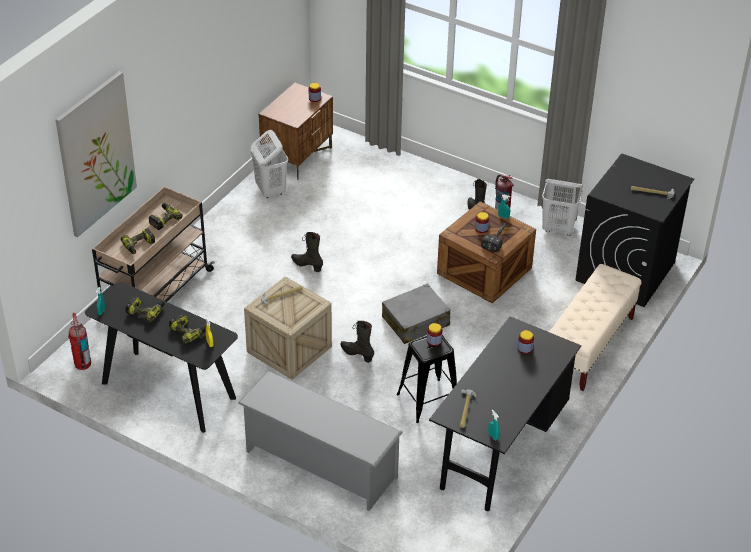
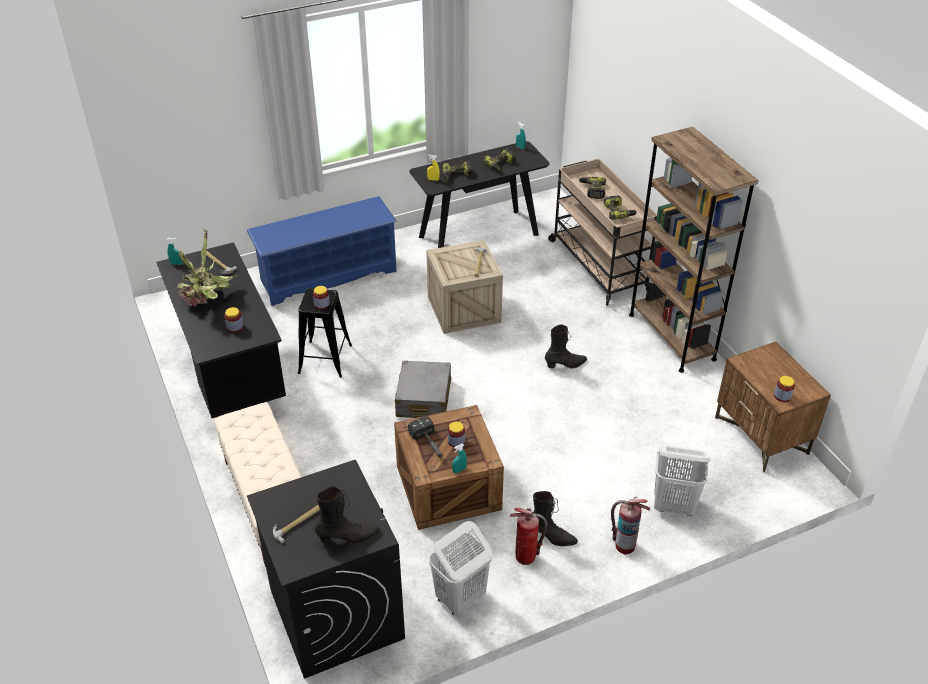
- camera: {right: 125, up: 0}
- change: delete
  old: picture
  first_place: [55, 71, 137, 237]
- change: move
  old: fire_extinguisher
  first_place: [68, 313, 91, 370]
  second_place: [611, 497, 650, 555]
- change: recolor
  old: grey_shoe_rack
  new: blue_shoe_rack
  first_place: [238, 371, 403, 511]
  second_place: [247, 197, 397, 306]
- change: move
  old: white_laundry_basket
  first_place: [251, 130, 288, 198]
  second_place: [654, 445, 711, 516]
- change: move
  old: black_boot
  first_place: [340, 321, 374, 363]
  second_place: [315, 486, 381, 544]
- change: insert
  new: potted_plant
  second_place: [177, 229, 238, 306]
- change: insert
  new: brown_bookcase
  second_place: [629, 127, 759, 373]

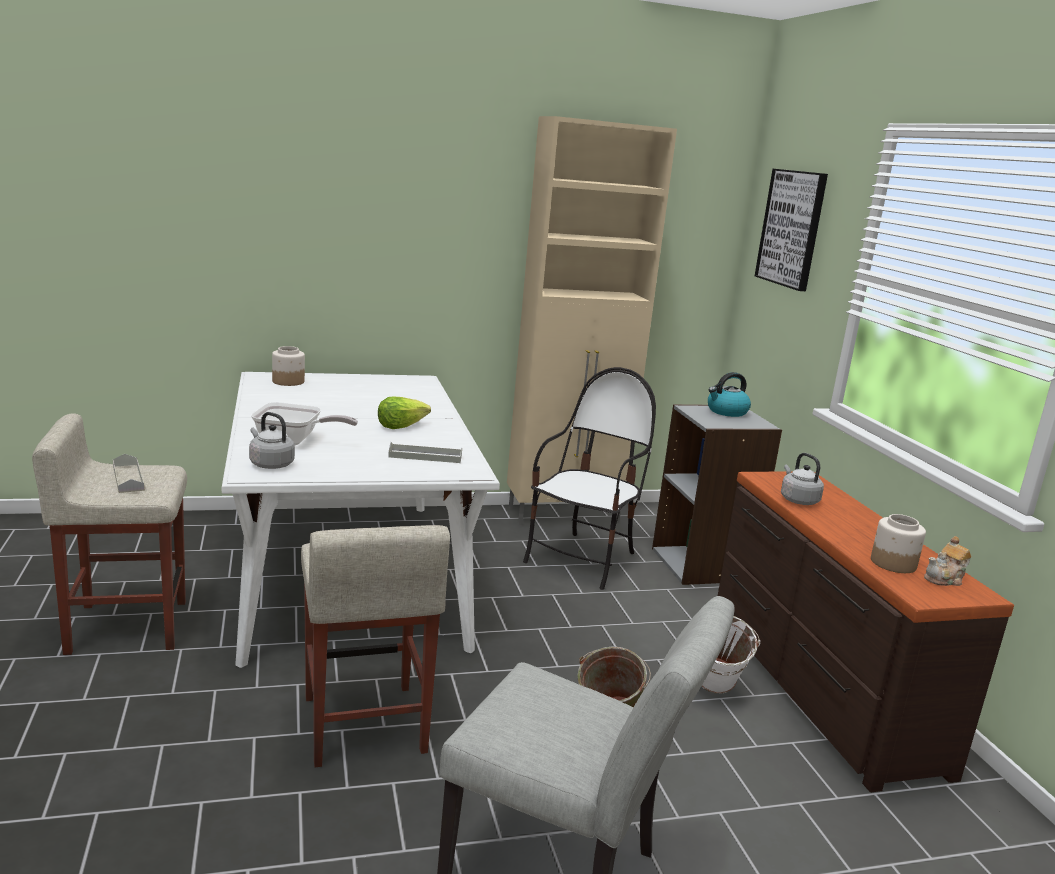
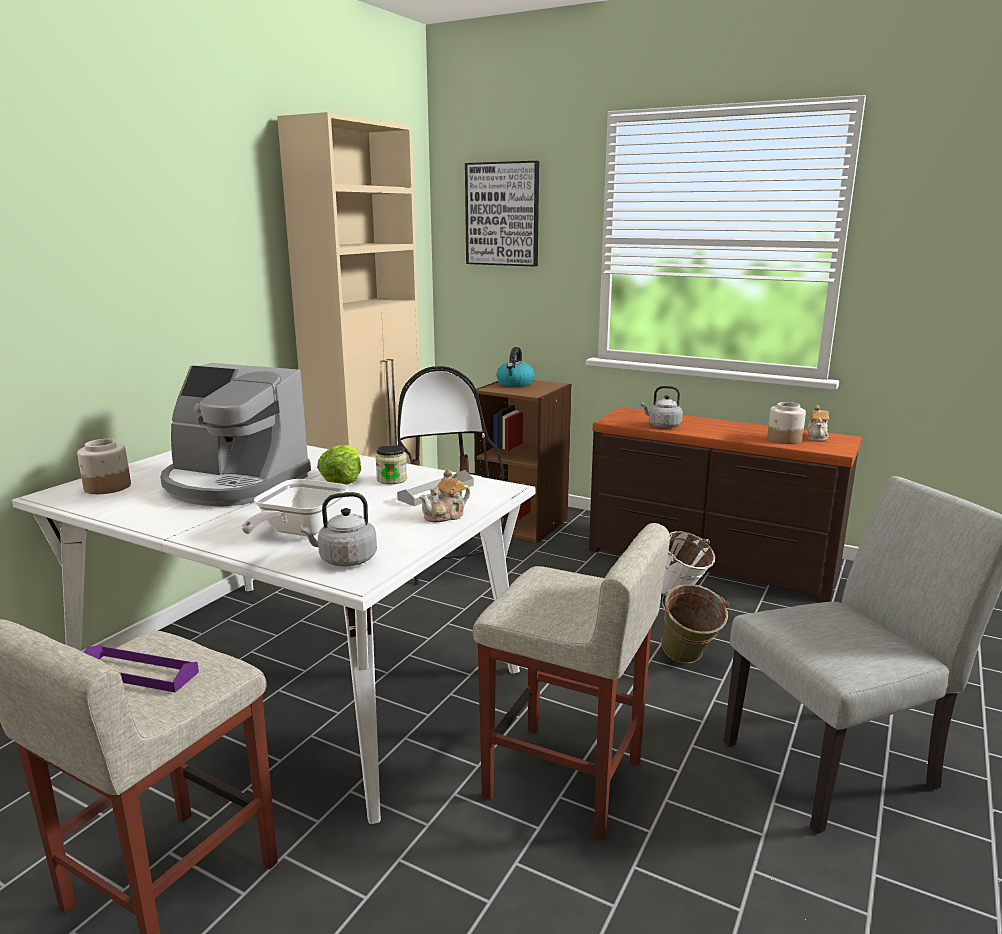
- camera: {right: -45, up: 0}
- change: recolor
  old: grey_tray
  new: purple_tray
  first_place: [113, 454, 145, 493]
  second_place: [83, 645, 199, 693]
- change: rotate
  old: frying_pan
  first_place: [251, 402, 358, 445]
  second_place: [241, 479, 348, 536]
  degrees: 150
- change: recolor
  old: grey_bookcase
  new: brown_bookcase
  first_place: [652, 404, 782, 585]
  second_place: [474, 380, 572, 543]
- change: insert
  new: coffee_machine
  second_place: [160, 363, 311, 507]
- change: insert
  new: jar
  second_place: [375, 445, 407, 485]
- change: insert
  new: teapot
  second_place: [419, 469, 470, 523]

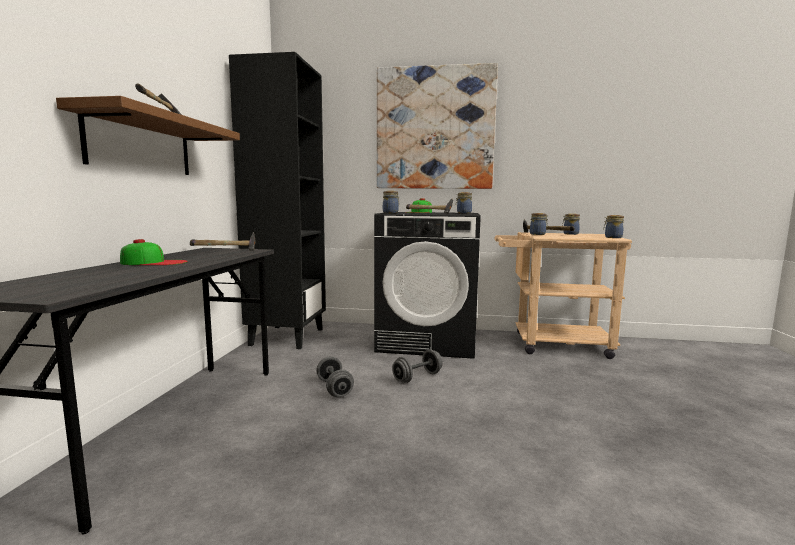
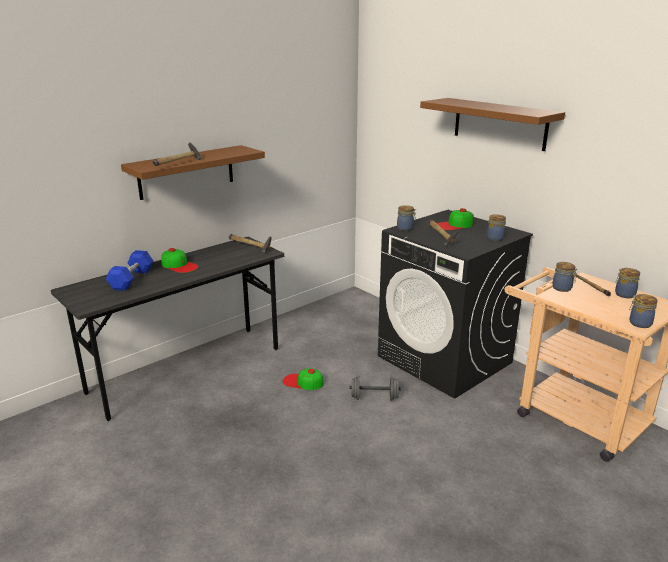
- camera: {right: 40, up: 15}
- change: delete
  old: black_bookcase
  first_place: [229, 52, 326, 349]
- change: replace
  old: grey_dumbbell
  new: cap
  first_place: [316, 356, 354, 397]
  second_place: [283, 368, 324, 390]
- change: replace
  old: picture
  new: brown_shelf
  first_place: [377, 63, 498, 189]
  second_place: [420, 98, 565, 151]
- change: insert
  new: blue_dumbbell
  second_place: [106, 250, 154, 291]

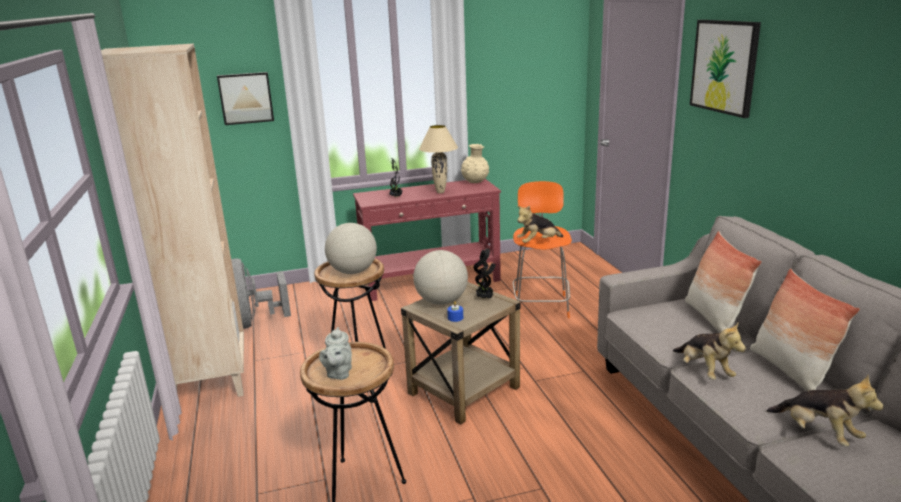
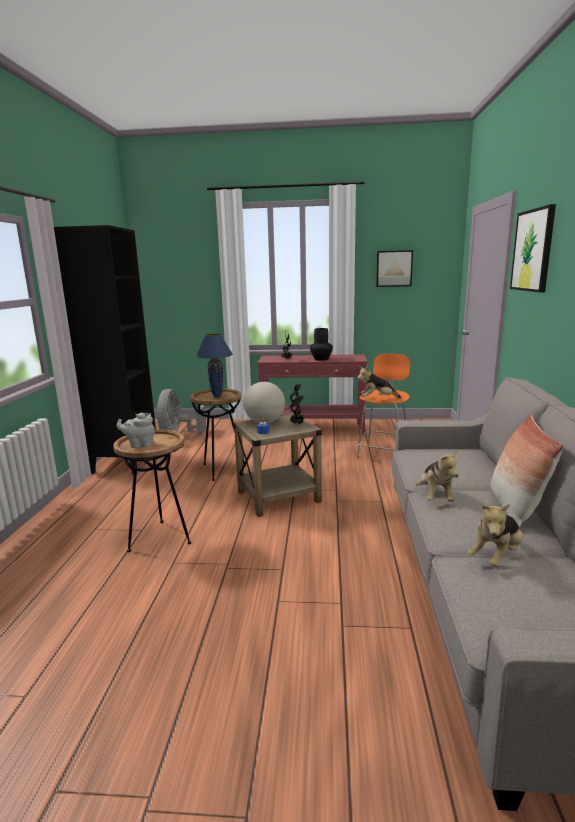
- camera: {right: 20, up: -5}
- change: recolor
  old: beige_bookcase
  new: black_bookcase
  first_place: [101, 44, 244, 397]
  second_place: [54, 225, 156, 475]
- change: move
  old: picture
  first_place: [217, 72, 274, 125]
  second_place: [376, 250, 413, 287]
- change: rotate
  old: grey_teapot
  first_place: [319, 327, 352, 380]
  second_place: [117, 413, 155, 448]
  degrees: 60
- change: replace
  old: globe
  new: blue_table_lamp
  first_place: [325, 223, 377, 274]
  second_place: [196, 334, 233, 398]
- change: replace
  old: beige_table_lamp
  new: black_vase
  first_place: [419, 125, 458, 193]
  second_place: [310, 328, 333, 361]
- change: delete
  old: beige_vase
  first_place: [461, 144, 489, 183]
- change: delete
  old: pillow
  first_place: [685, 231, 762, 333]
- change: rotate
  old: plush_toy
  first_place: [766, 375, 884, 447]
  second_place: [467, 504, 523, 567]
  degrees: 60

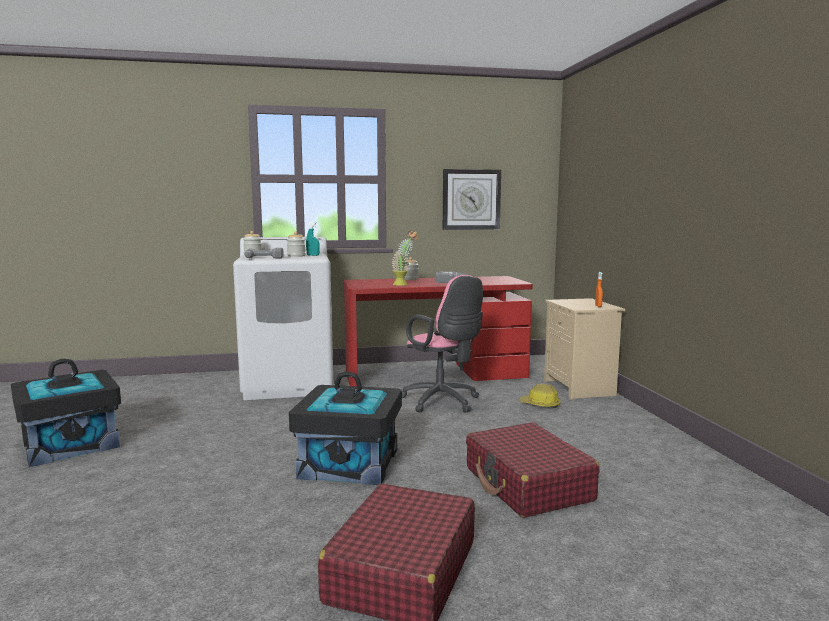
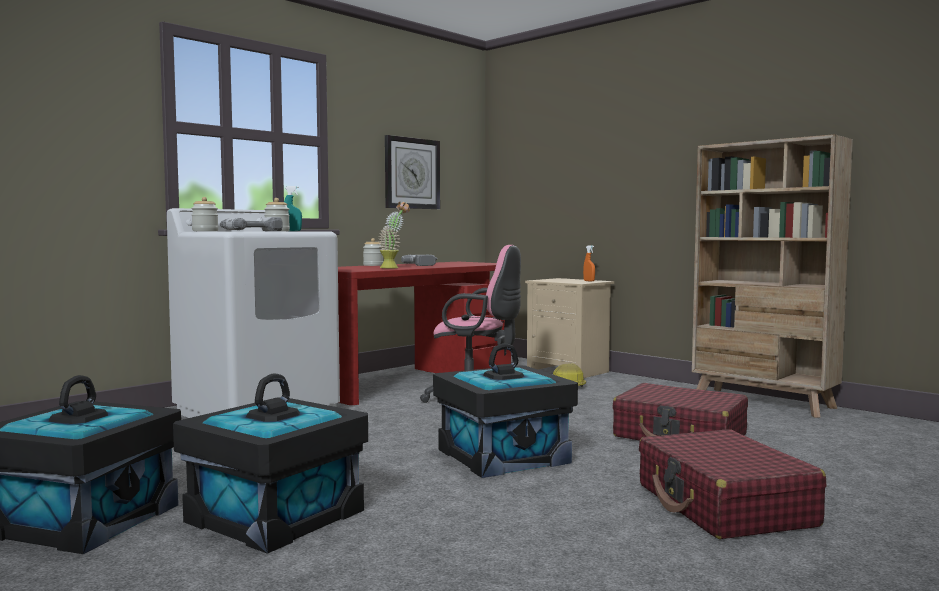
- camera: {right: -35, up: -5}
- change: insert
  new: black_storage_box
  second_place: [173, 373, 368, 554]
- change: insert
  new: beige_bookcase
  second_place: [692, 134, 853, 418]

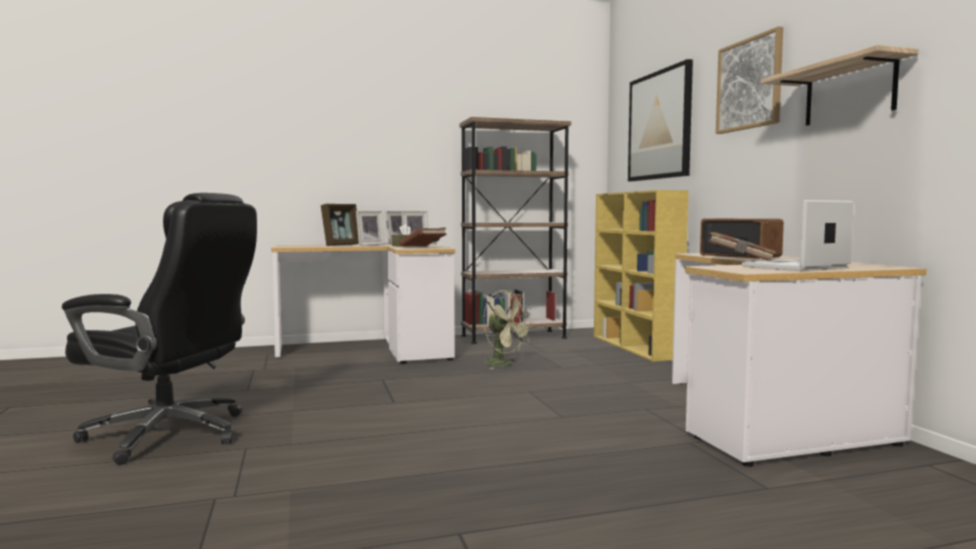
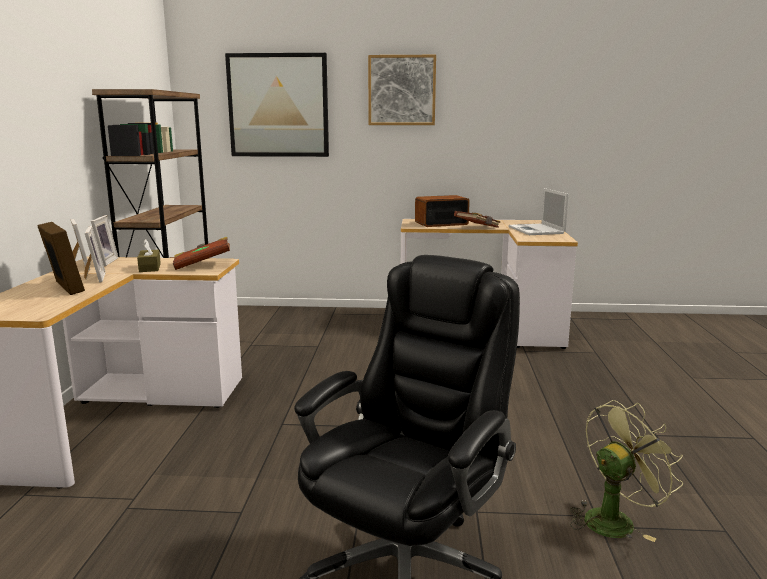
- camera: {right: -70, up: 10}
- change: move
  old: green_fan
  first_place: [484, 290, 533, 369]
  second_place: [570, 400, 683, 542]
- change: delete
  old: yellow_bookcase
  first_place: [594, 190, 689, 361]
- change: delete
  old: shelf
  first_place: [761, 45, 919, 126]

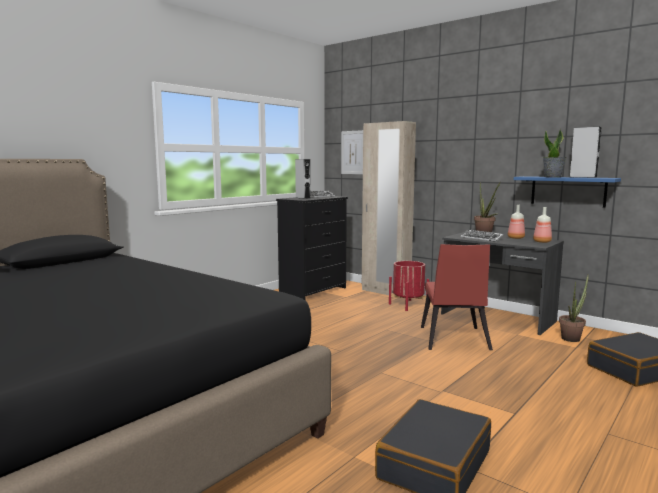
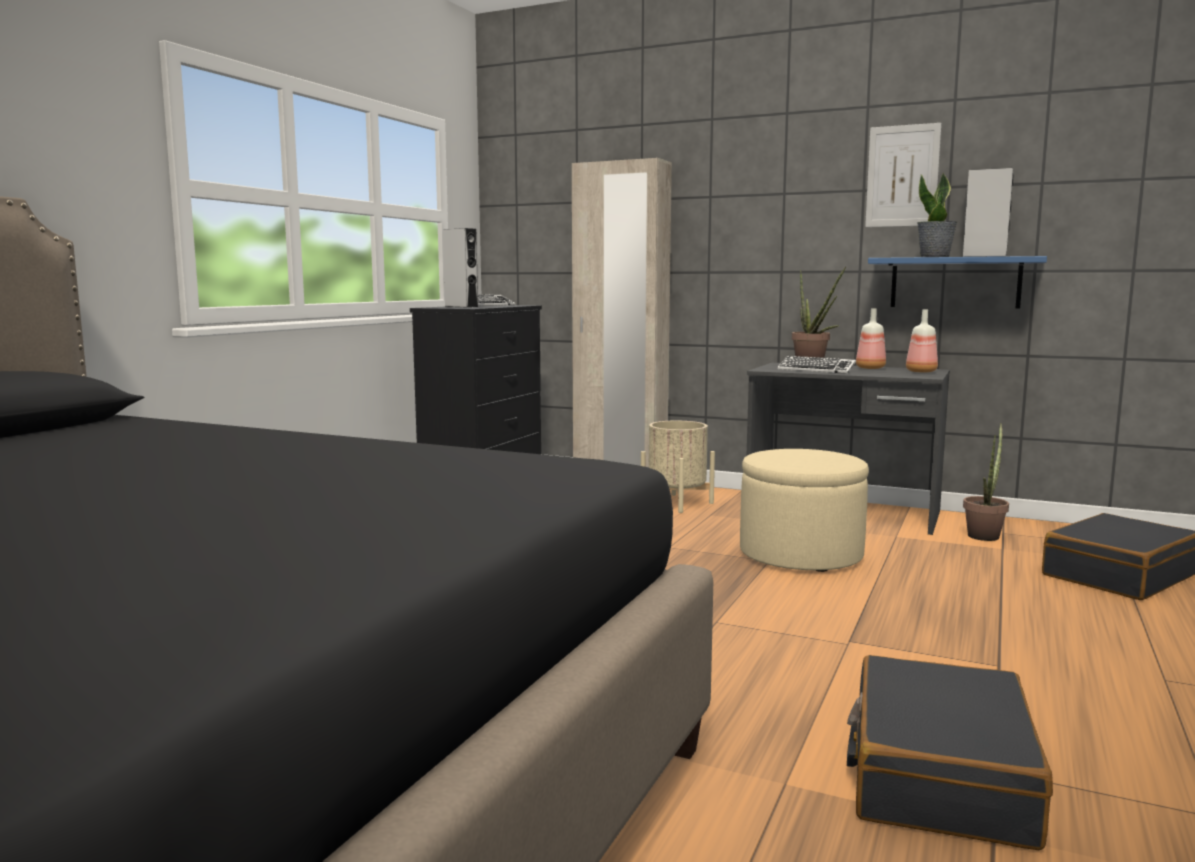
- camera: {right: -15, up: 0}
- change: move
  old: picture
  first_place: [341, 130, 363, 174]
  second_place: [865, 123, 941, 227]
- change: recolor
  old: red_planter
  new: beige_planter
  first_place: [389, 261, 429, 311]
  second_place: [641, 421, 715, 513]
- change: replace
  old: red_chair
  new: beige_ottoman
  first_place: [421, 244, 493, 350]
  second_place: [740, 449, 869, 572]

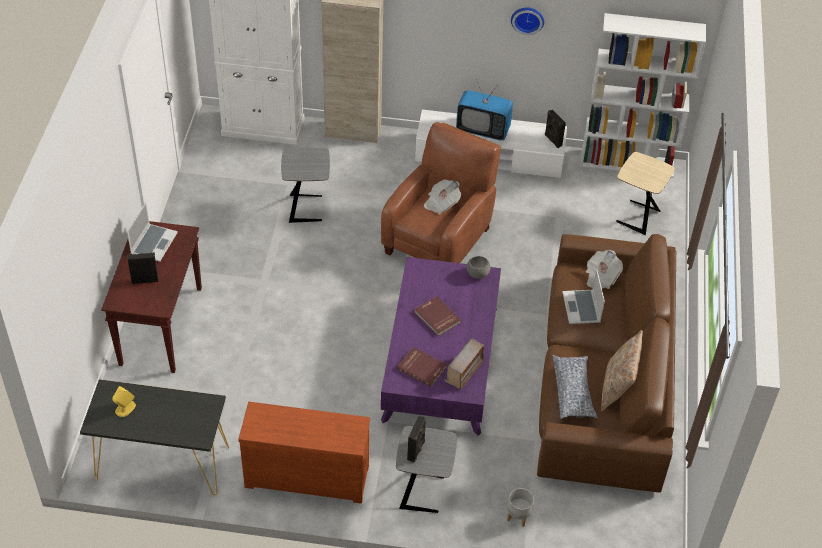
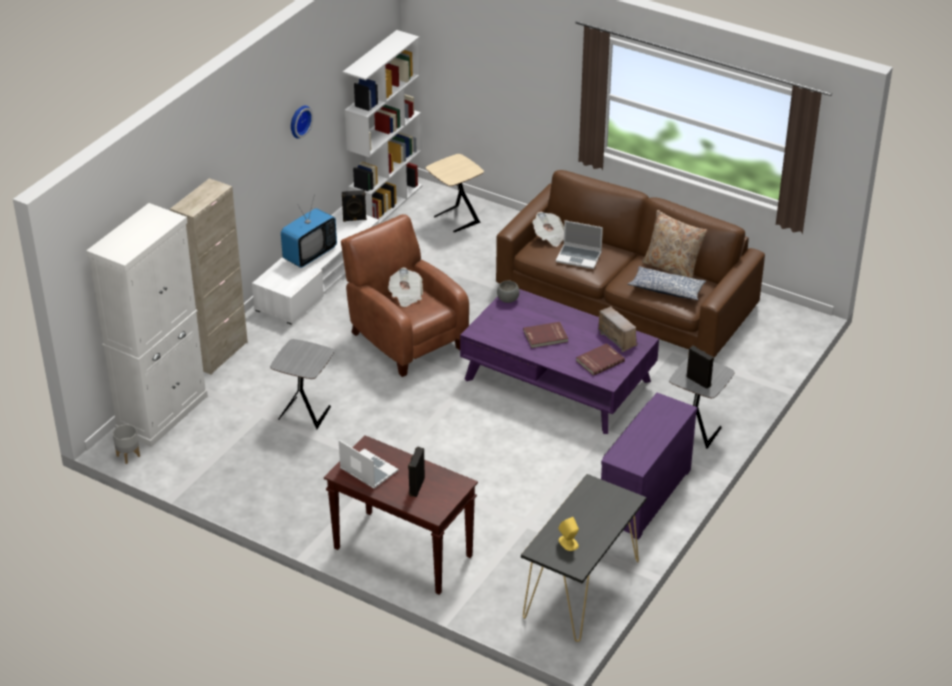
- camera: {right: -65, up: -10}
- change: recolor
  old: brown_dresser
  new: purple_dresser
  first_place: [238, 402, 370, 503]
  second_place: [601, 393, 697, 540]
- change: move
  old: grey_planter
  first_place: [507, 488, 534, 527]
  second_place: [113, 424, 140, 464]

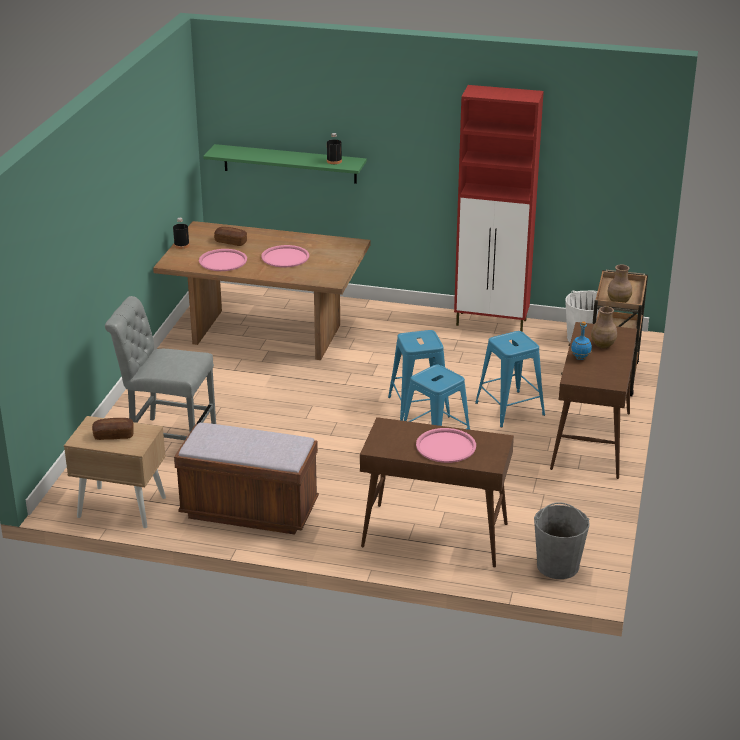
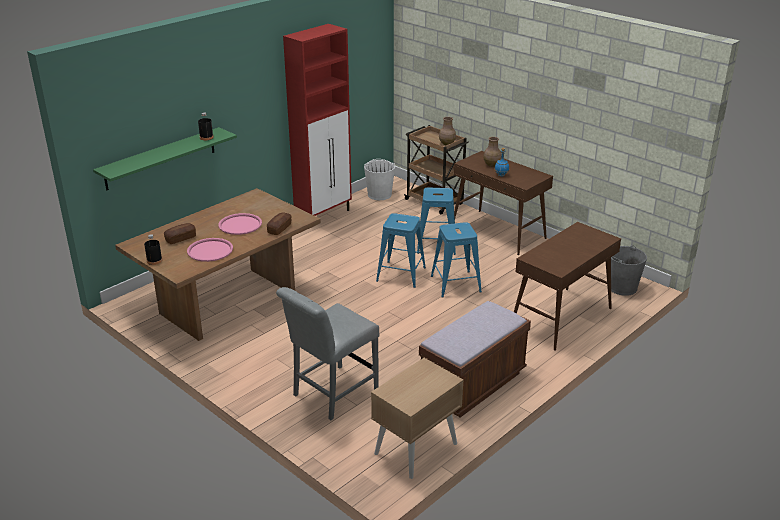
- camera: {right: -60, up: 0}
- change: move
  old: bread
  first_place: [92, 418, 134, 440]
  second_place: [267, 213, 291, 235]
- change: delete
  old: pink_tray
  first_place: [416, 428, 476, 463]

